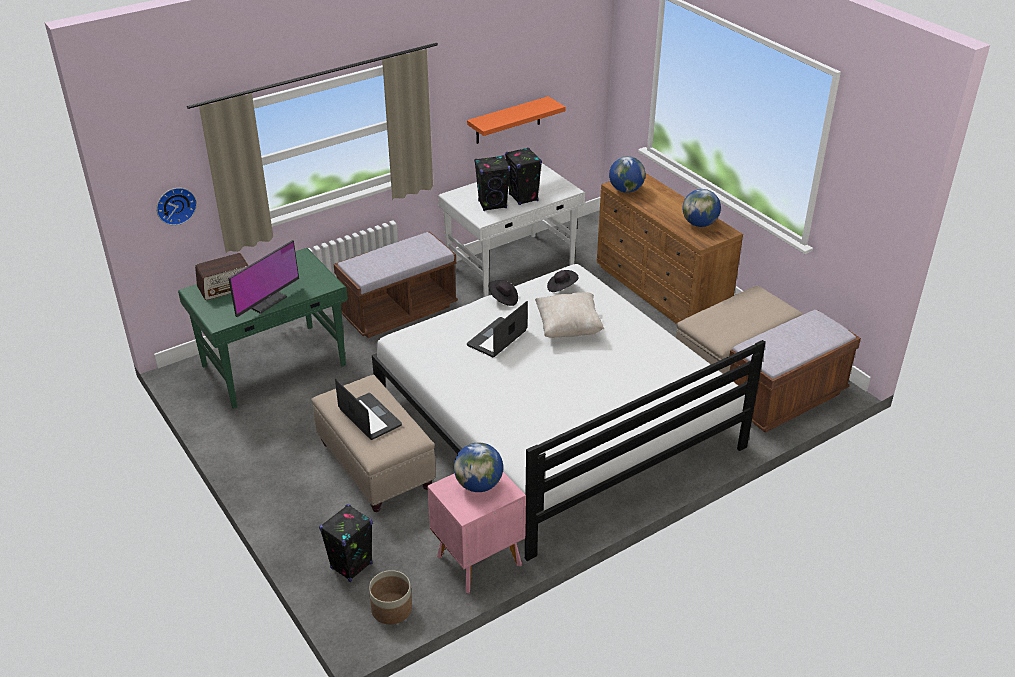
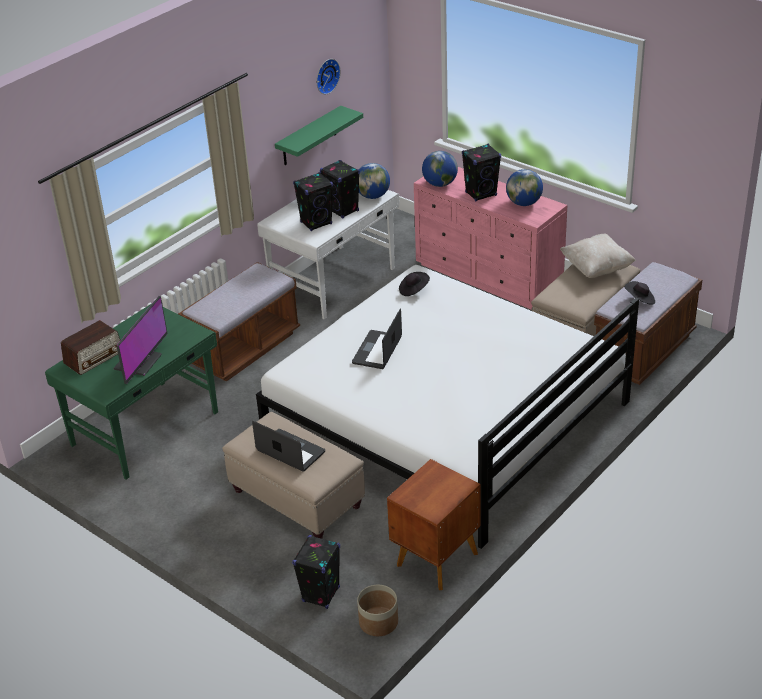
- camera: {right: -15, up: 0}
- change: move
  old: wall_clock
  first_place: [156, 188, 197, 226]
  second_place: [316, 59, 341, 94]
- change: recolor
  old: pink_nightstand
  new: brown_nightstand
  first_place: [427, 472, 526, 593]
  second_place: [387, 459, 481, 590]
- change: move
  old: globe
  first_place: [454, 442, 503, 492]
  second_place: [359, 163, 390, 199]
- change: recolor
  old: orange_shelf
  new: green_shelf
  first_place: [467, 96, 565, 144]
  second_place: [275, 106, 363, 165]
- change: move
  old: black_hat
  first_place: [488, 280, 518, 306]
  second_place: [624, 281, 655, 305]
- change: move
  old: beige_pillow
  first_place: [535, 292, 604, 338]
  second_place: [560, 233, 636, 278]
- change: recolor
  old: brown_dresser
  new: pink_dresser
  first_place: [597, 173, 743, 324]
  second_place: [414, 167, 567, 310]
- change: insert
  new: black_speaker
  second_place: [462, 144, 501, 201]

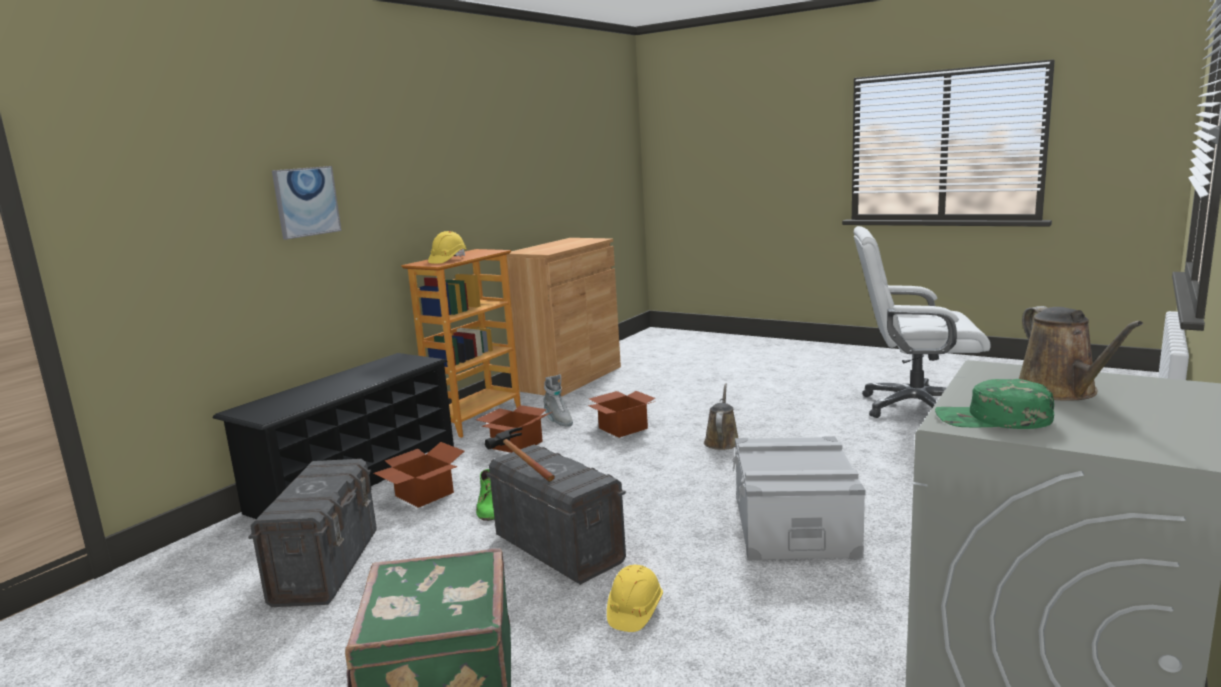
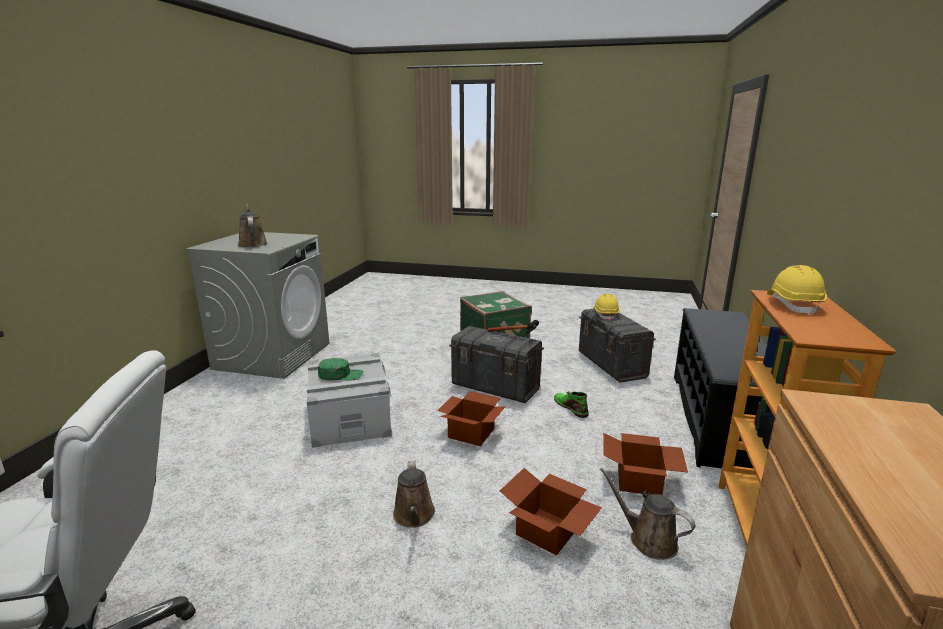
- camera: {right: 160, up: 5}
- change: delete
  old: picture
  first_place: [272, 166, 341, 240]
- change: move
  old: cardboard_box
  first_place: [373, 442, 464, 508]
  second_place: [437, 391, 505, 446]
- change: replace
  old: grey_boot
  new: brown_watering_can
  first_place: [543, 374, 573, 427]
  second_place: [600, 467, 695, 560]
- change: move
  old: yellow_hard_hat
  first_place: [607, 565, 663, 632]
  second_place: [593, 294, 620, 321]
- change: move
  old: green_cap
  first_place: [935, 379, 1054, 429]
  second_place: [318, 358, 364, 380]

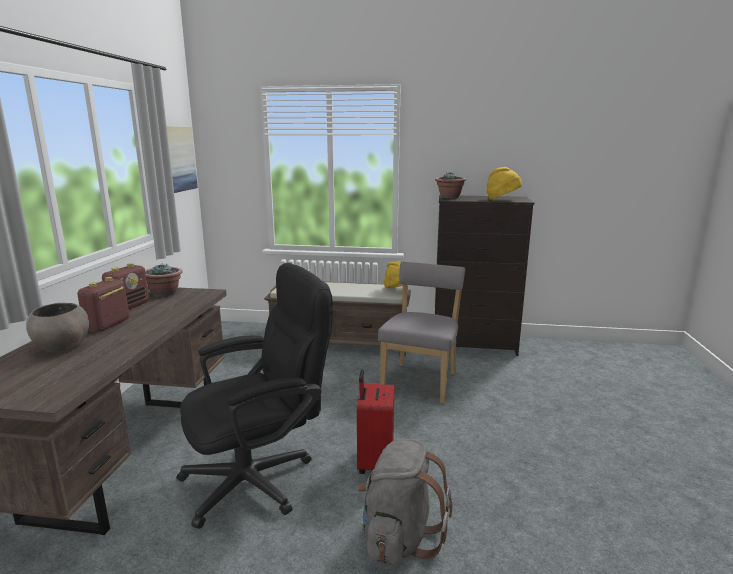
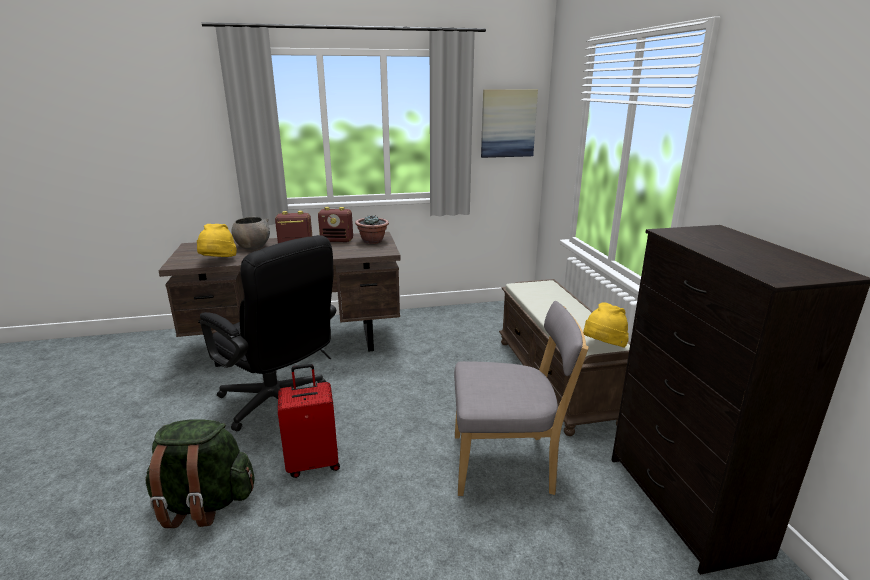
- camera: {right: 70, up: 5}
- change: recolor
  old: grey_backpack
  new: green_backpack
  first_place: [358, 439, 452, 565]
  second_place: [146, 419, 254, 528]
- change: delete
  old: potted_plant
  first_place: [435, 172, 466, 199]
- change: move
  old: yellow_hat
  first_place: [486, 167, 522, 200]
  second_place: [197, 224, 237, 257]

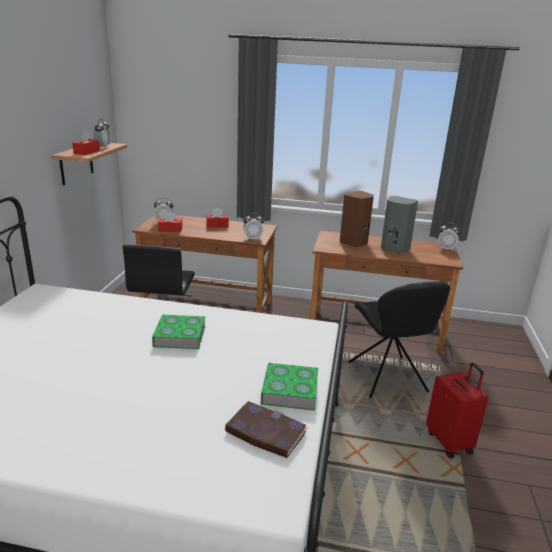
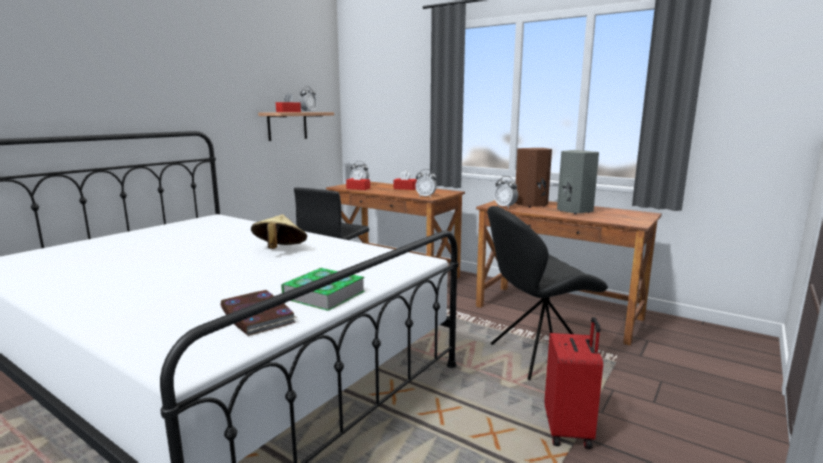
- camera: {right: 25, up: -10}
- change: replace
  old: book
  new: beige_hat
  first_place: [152, 315, 206, 349]
  second_place: [251, 214, 307, 249]
- change: rotate
  old: black_chair
  first_place: [348, 281, 450, 398]
  second_place: [487, 206, 608, 380]
  degrees: 60
- change: move
  old: alarm_clock
  first_place: [438, 223, 461, 250]
  second_place: [494, 176, 518, 209]

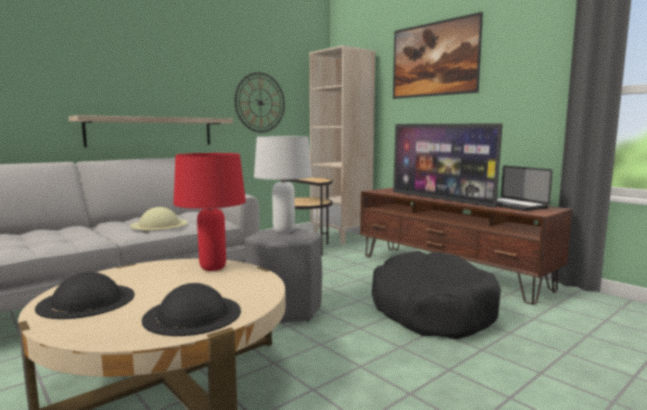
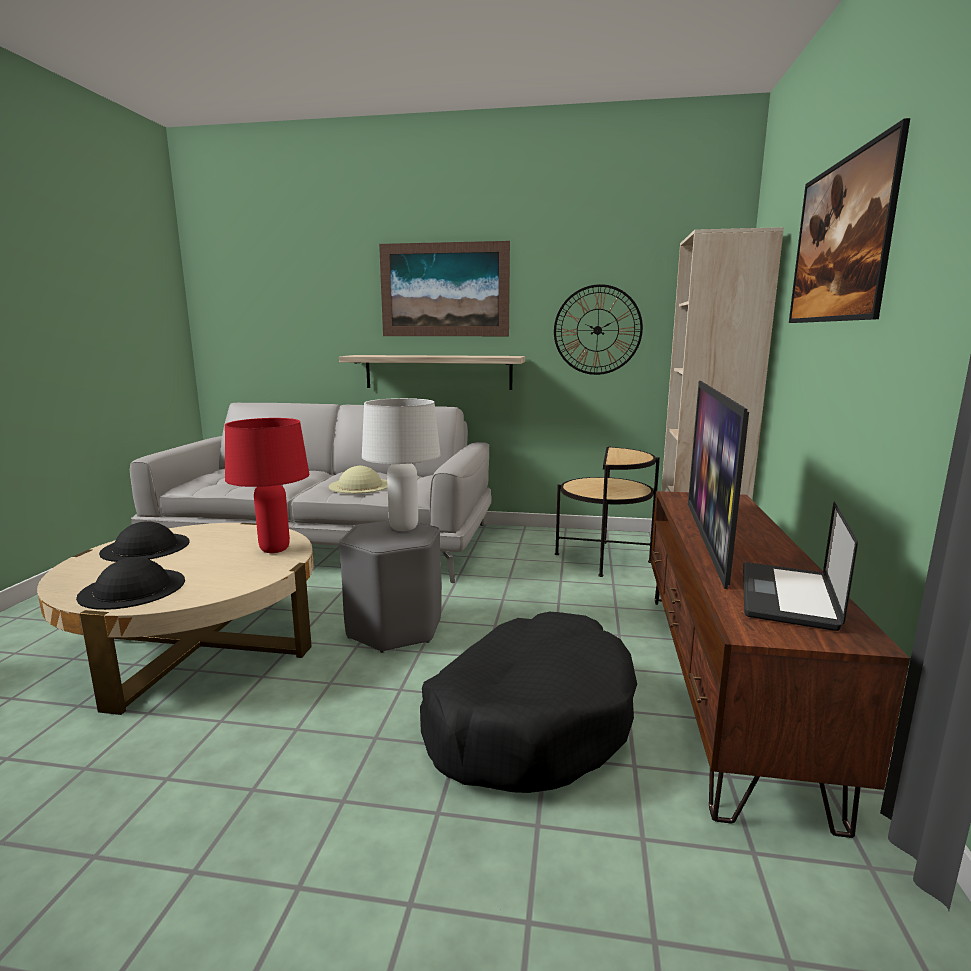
- camera: {right: 50, up: 5}
- change: insert
  new: picture
  second_place: [379, 241, 510, 336]

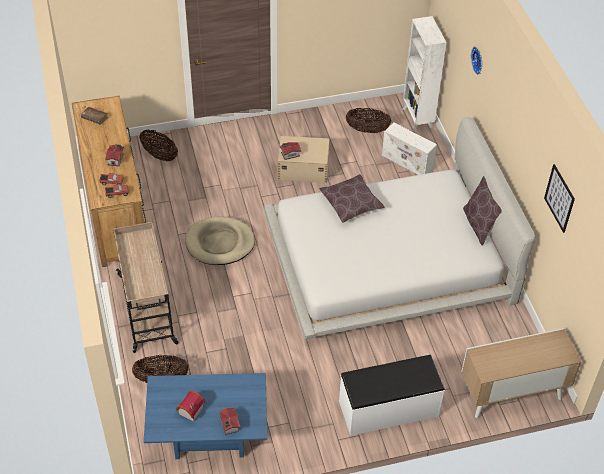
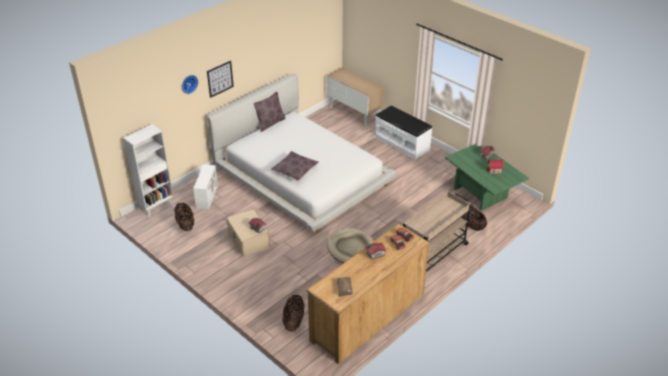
- camera: {right: -120, up: -10}
- change: recolor
  old: blue_coffee_table
  new: green_coffee_table
  first_place: [144, 373, 267, 459]
  second_place: [445, 144, 529, 211]
- change: move
  old: picture
  first_place: [544, 164, 575, 233]
  second_place: [207, 61, 234, 98]

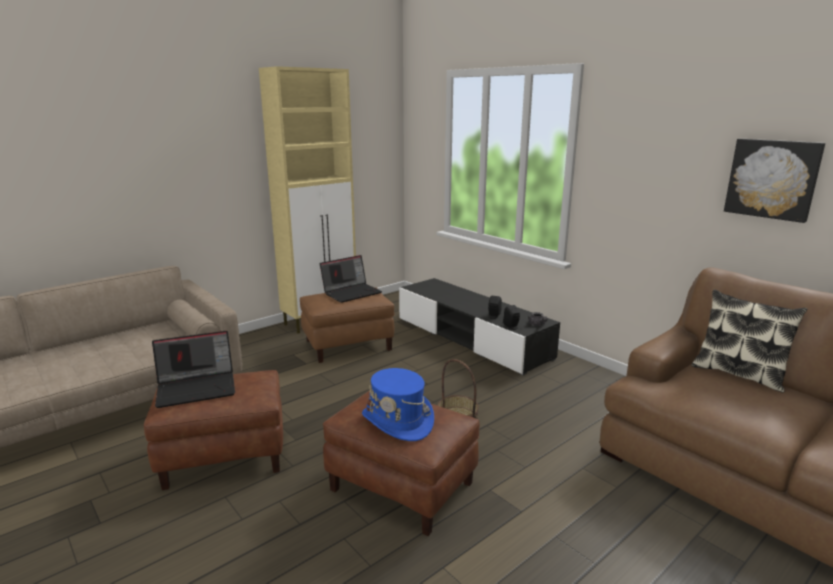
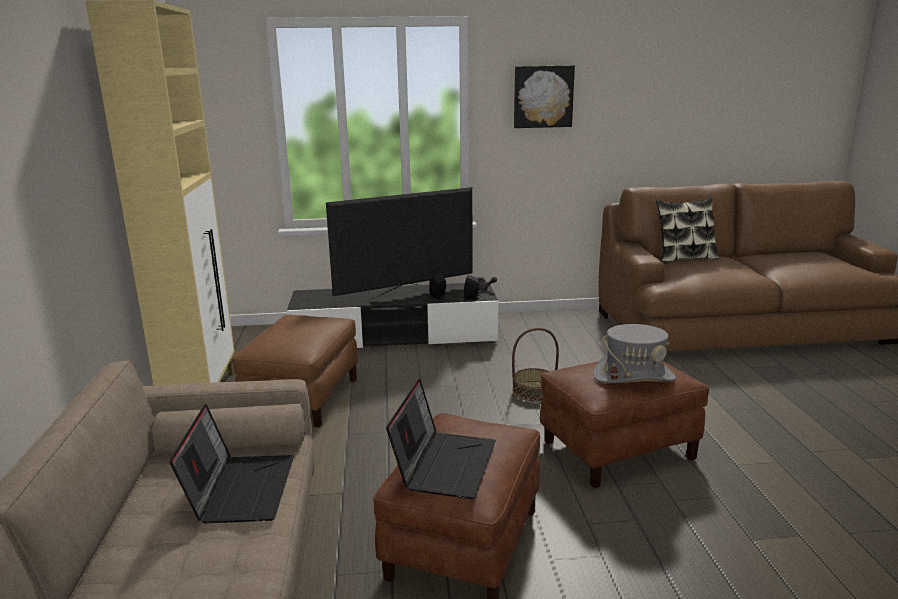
- camera: {right: -55, up: 0}
- change: move
  old: laptop
  first_place: [320, 255, 382, 303]
  second_place: [169, 404, 294, 523]
- change: recolor
  old: blue_hat
  new: grey_hat
  first_place: [362, 368, 434, 441]
  second_place: [593, 324, 676, 383]
- change: move
  old: picture
  first_place: [724, 139, 825, 223]
  second_place: [514, 65, 575, 128]
- change: insert
  new: television
  second_place: [326, 187, 473, 303]

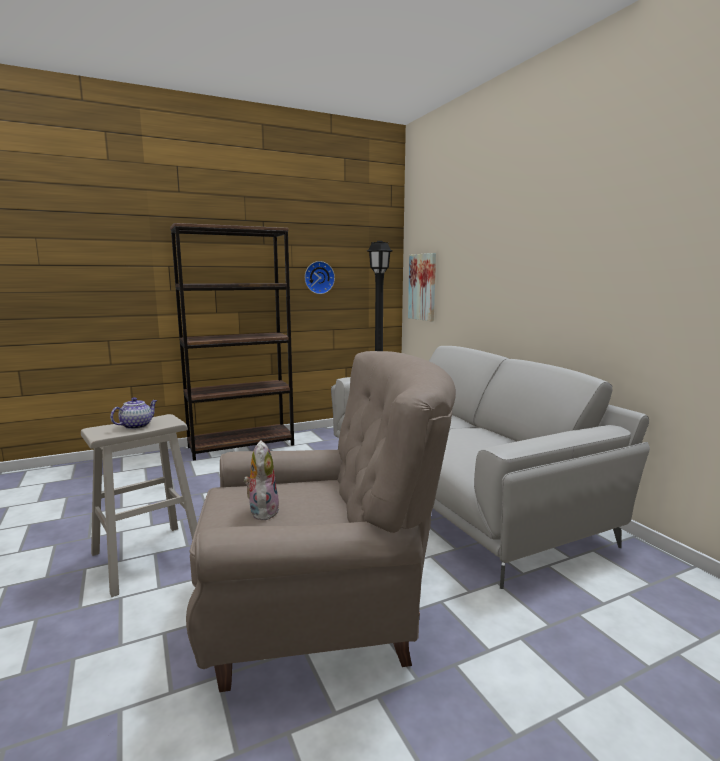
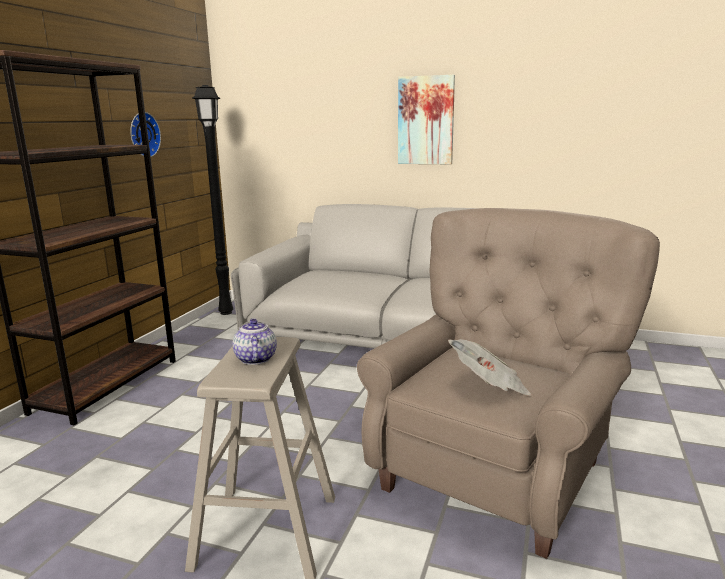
- camera: {right: -45, up: 5}
- change: replace
  old: plush_toy
  new: newspaper
  first_place: [244, 441, 279, 520]
  second_place: [448, 339, 532, 396]
- change: move
  old: picture
  first_place: [408, 253, 436, 321]
  second_place: [398, 75, 455, 164]

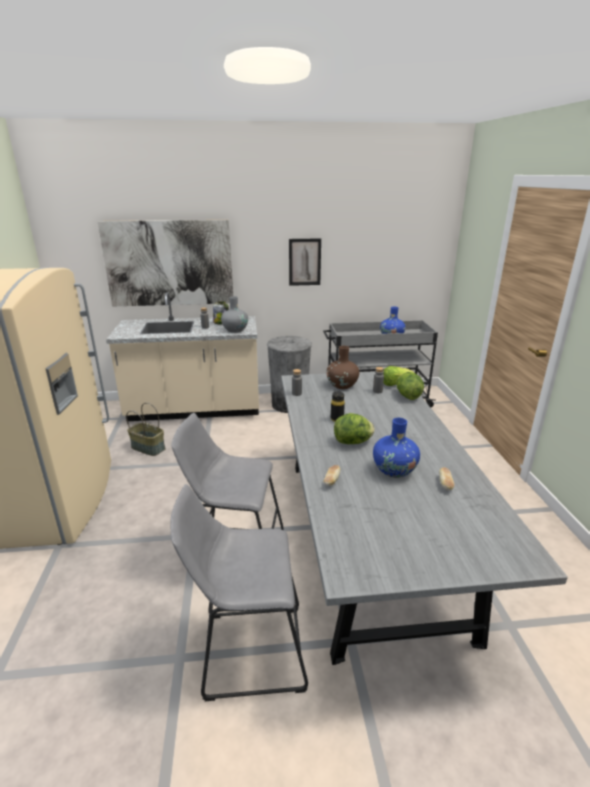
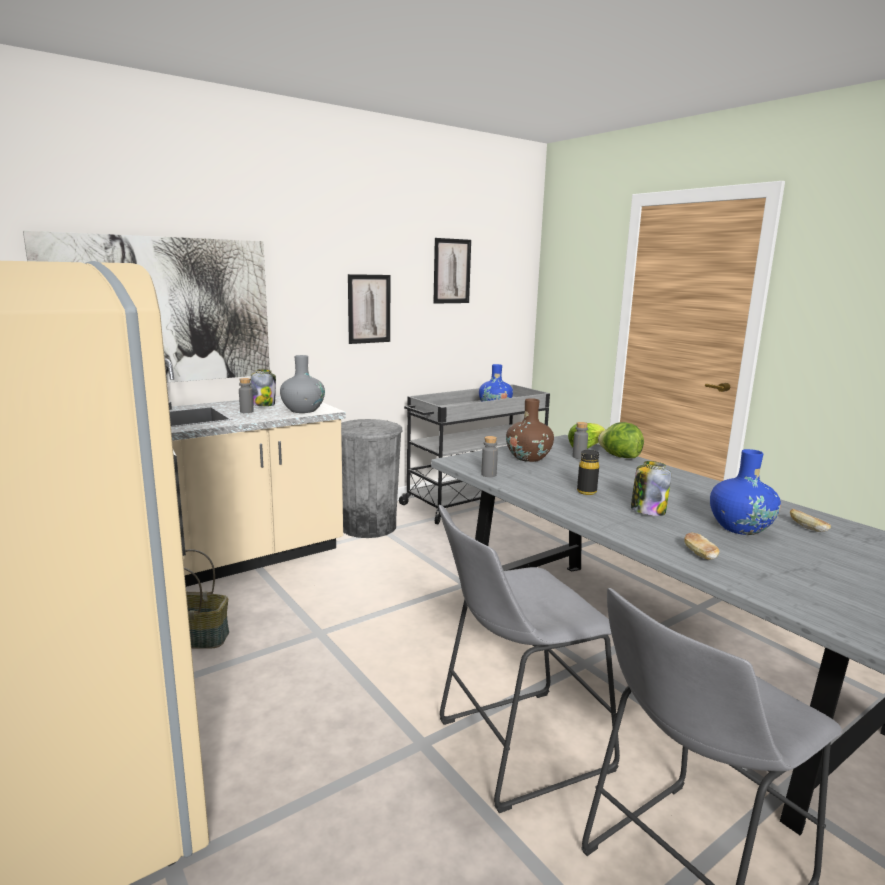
- camera: {right: -30, up: -10}
- change: replace
  old: lettuce
  new: jar
  first_place: [334, 413, 375, 444]
  second_place: [631, 461, 671, 516]
- change: insert
  new: picture
  second_place: [433, 238, 471, 304]

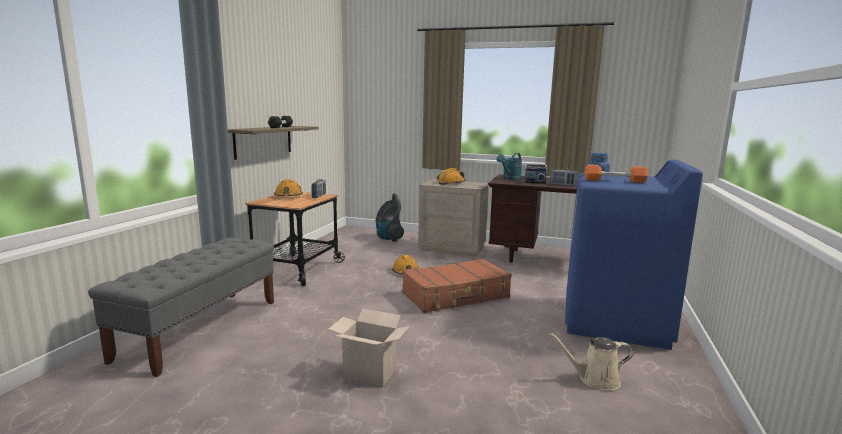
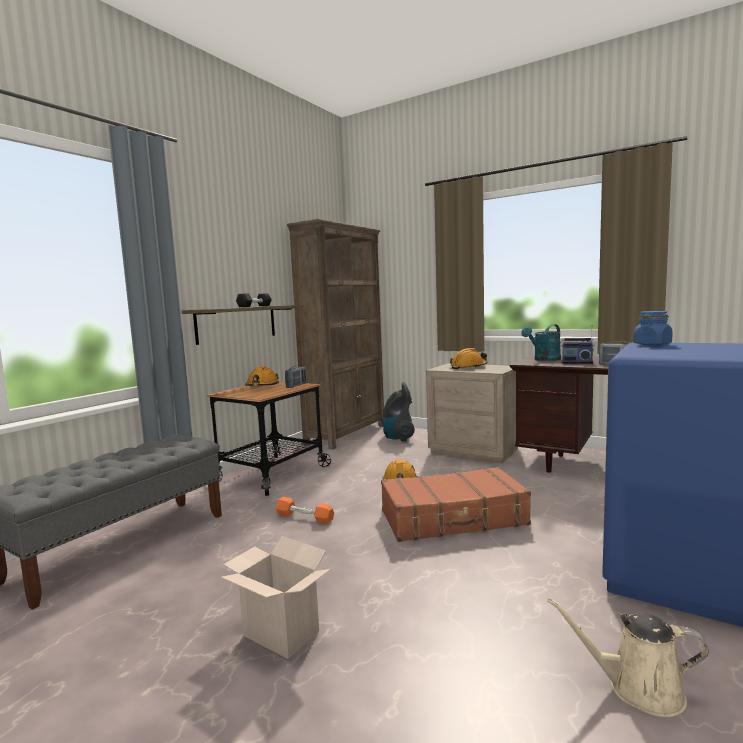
- camera: {right: 15, up: -5}
- change: move
  old: orange_dumbbell
  first_place: [585, 164, 648, 183]
  second_place: [276, 497, 334, 524]
- change: insert
  new: brown_bookcase
  second_place: [287, 219, 384, 449]

